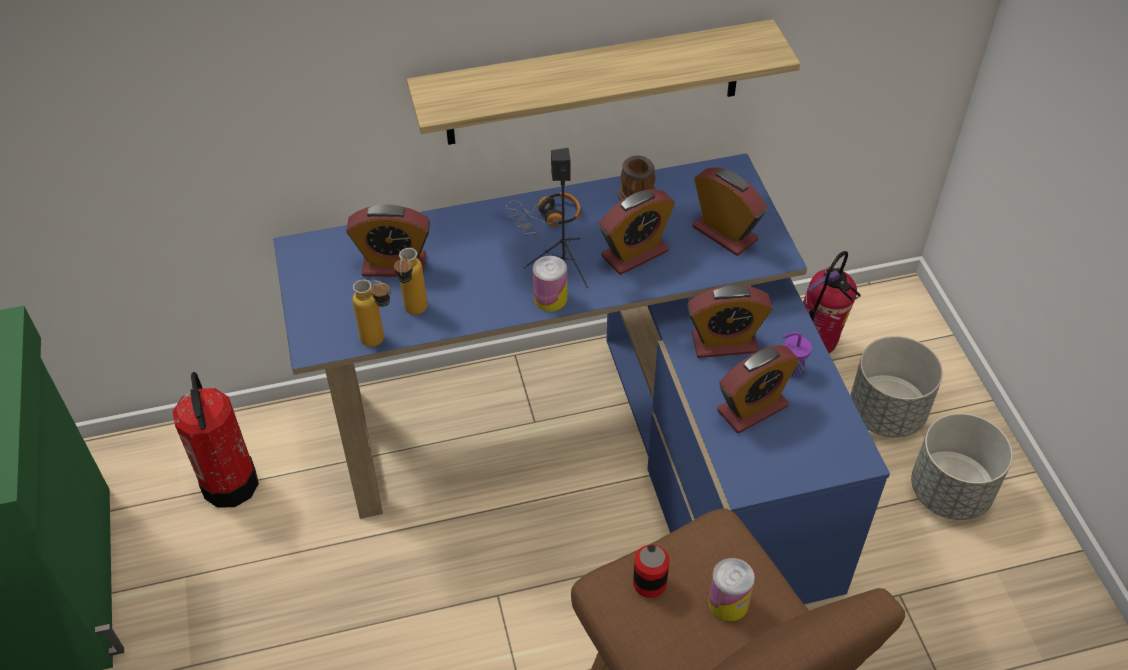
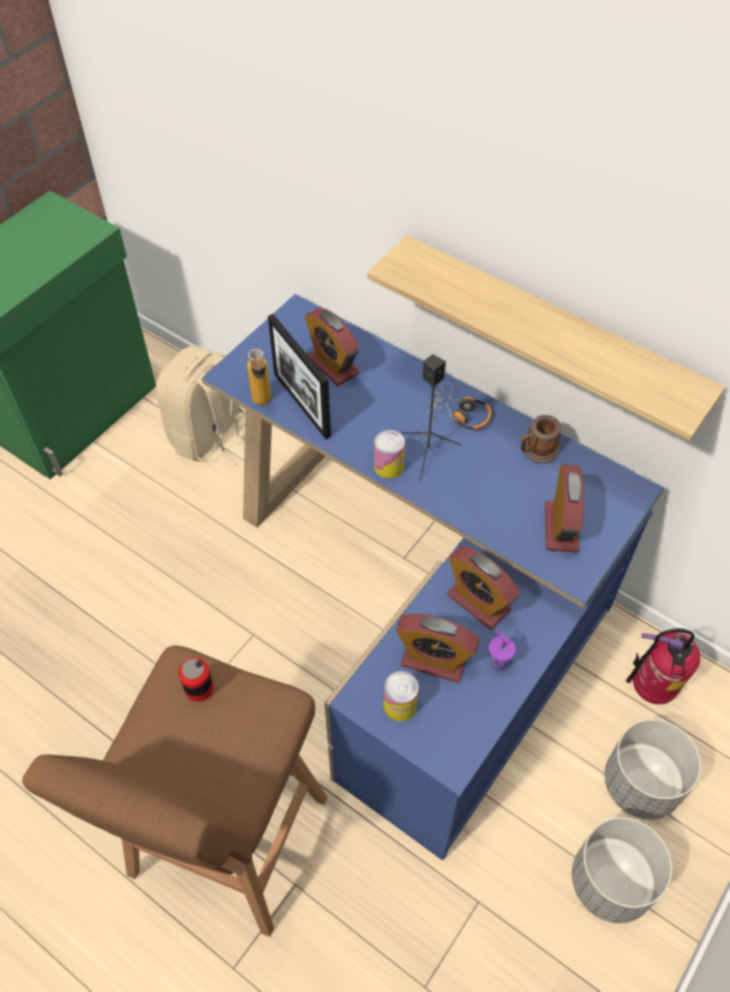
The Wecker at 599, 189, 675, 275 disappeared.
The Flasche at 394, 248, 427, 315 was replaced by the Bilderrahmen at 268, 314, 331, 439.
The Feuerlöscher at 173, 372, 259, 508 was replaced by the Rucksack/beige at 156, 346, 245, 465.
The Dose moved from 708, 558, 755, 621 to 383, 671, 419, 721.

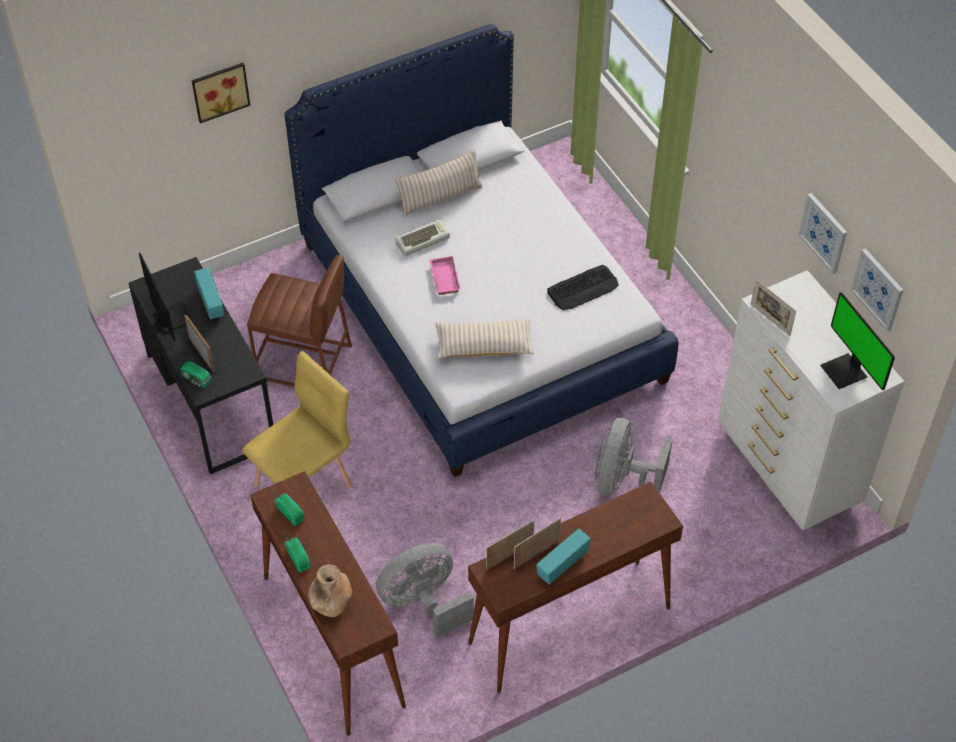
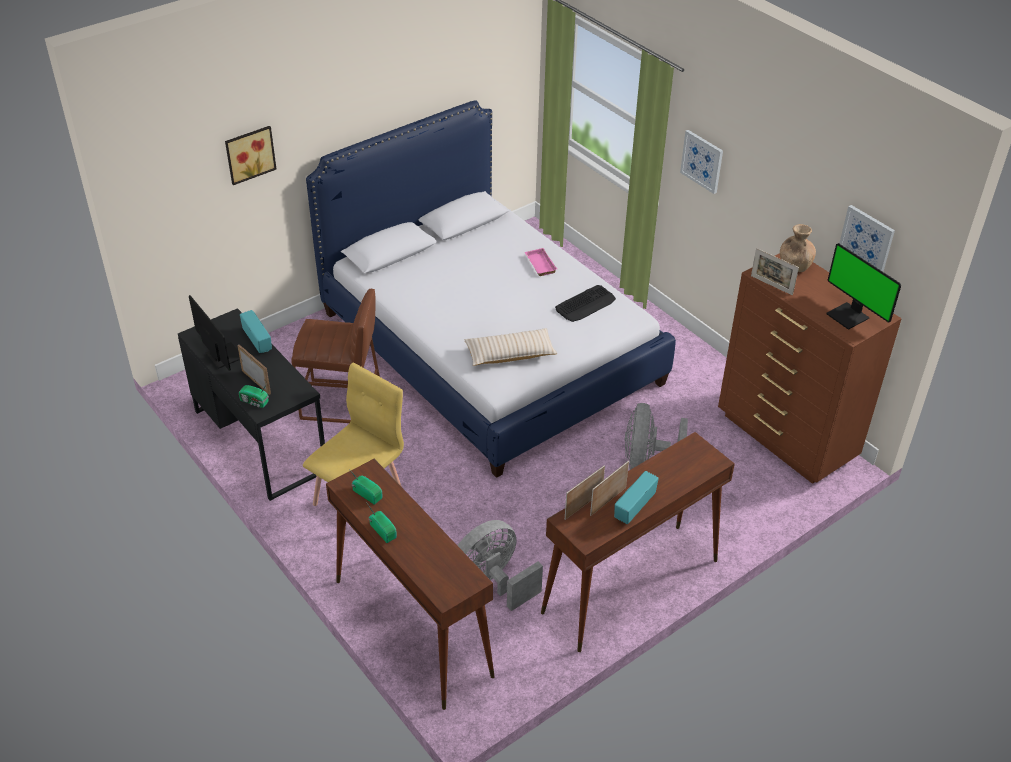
The Kissen/beige at 395, 150, 482, 217 disappeared.
The Bild moved from 799, 193, 847, 274 to 680, 130, 723, 194.
The Tastatur at 396, 220, 450, 256 disappeared.
The Tablett/rosa moved from 429, 256, 461, 295 to 524, 248, 557, 276.
The Kommode/weiß at 718, 270, 905, 531 became the Kommode/braun at 718, 253, 902, 484.
The Vase/braun moved from 308, 564, 352, 617 to 780, 224, 816, 272.

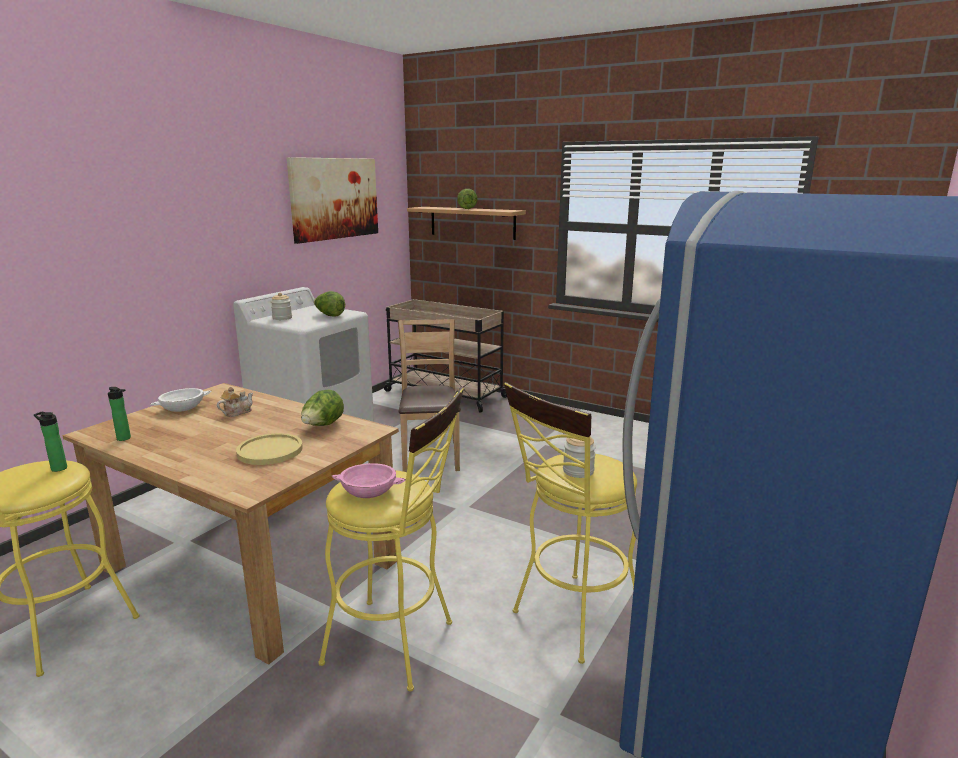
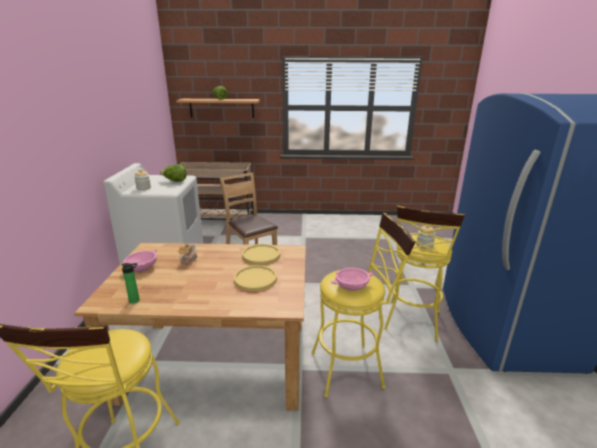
The Bild at 287, 157, 378, 244 disappeared.
The Schüssel/weiß at 151, 388, 211, 412 became the Schüssel/rosa at 123, 250, 157, 272.
The Salatkopf at 301, 389, 344, 426 was replaced by the Teller/gelb at 242, 244, 280, 265.
The Flasche at 34, 412, 67, 472 disappeared.

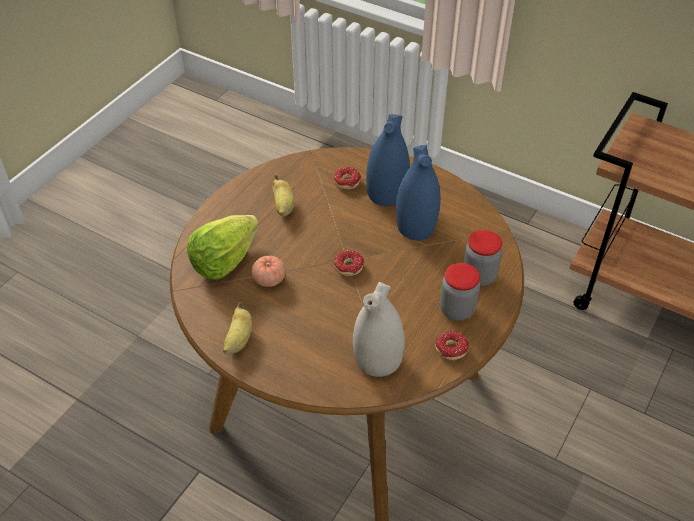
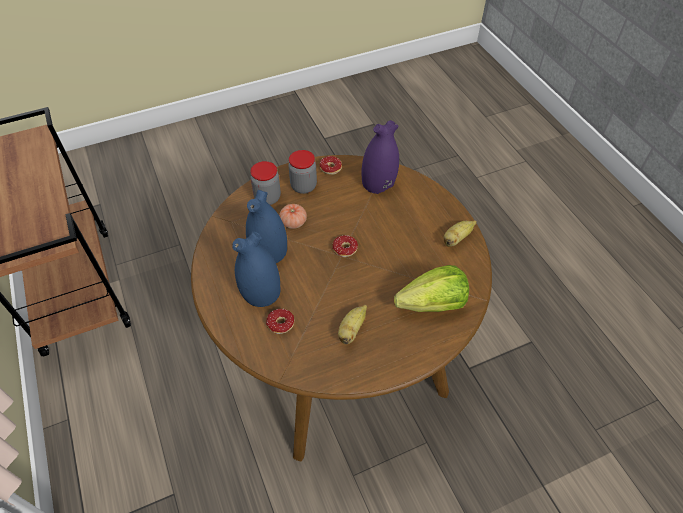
The Tomate moved from 251, 256, 286, 287 to 279, 204, 307, 229.
The Vase/weiß at 353, 282, 405, 377 became the Vase/lila at 361, 120, 399, 194.

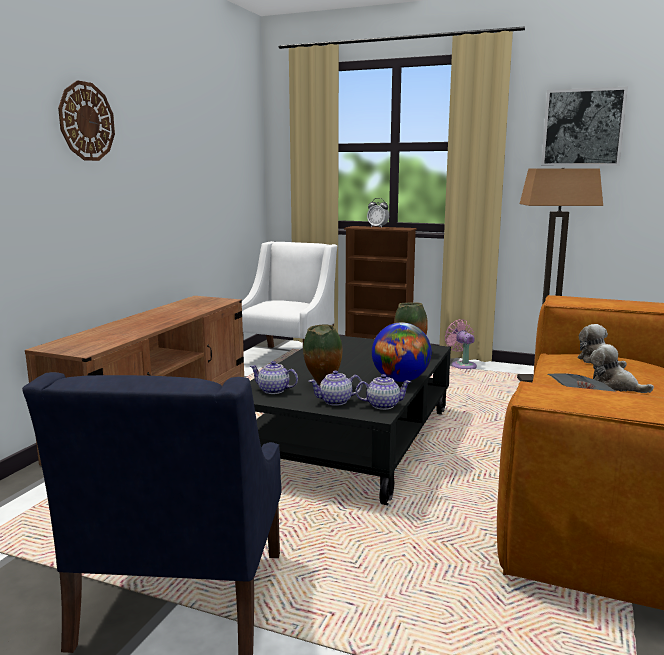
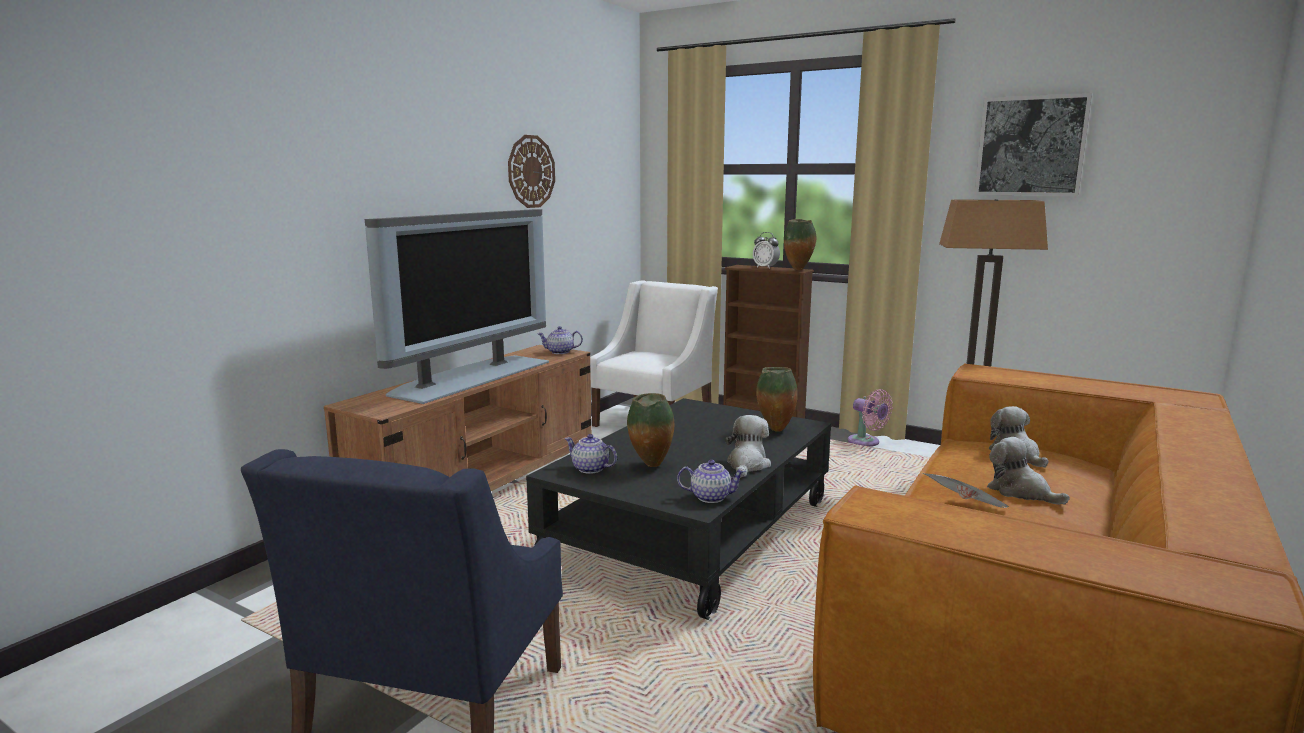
The Wanduhr moved from 58, 80, 115, 161 to 508, 135, 555, 208.
The Ventilator/rosa at 445, 319, 477, 369 turned 150 degrees clockwise.
The Globus at 372, 322, 432, 382 was replaced by the Plüschtier at 725, 415, 771, 478.
The Teekanne moved from 309, 370, 362, 406 to 538, 326, 583, 354.
The Fernseher at 365, 209, 549, 404 appeared.
The Vase at 784, 219, 816, 270 appeared.

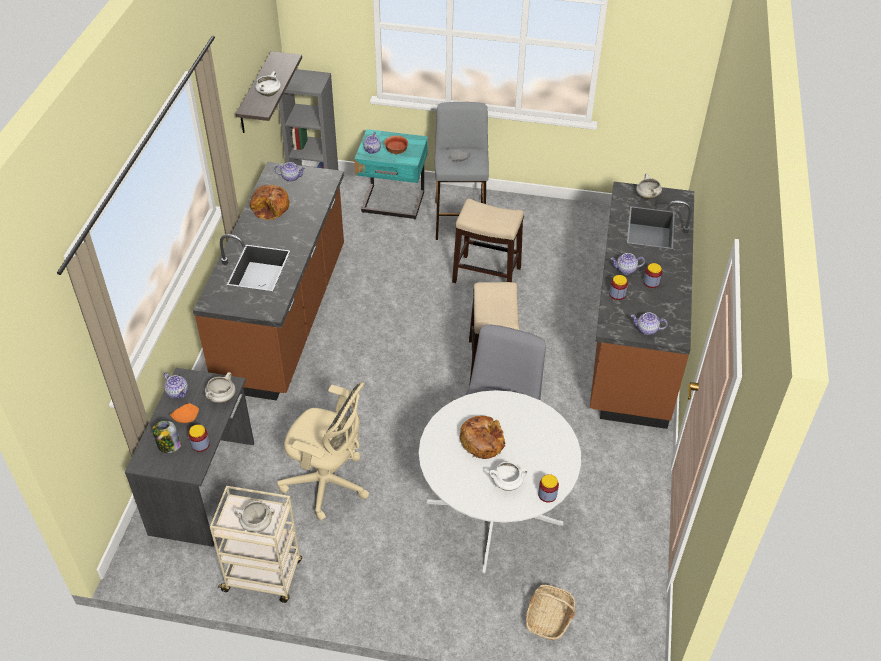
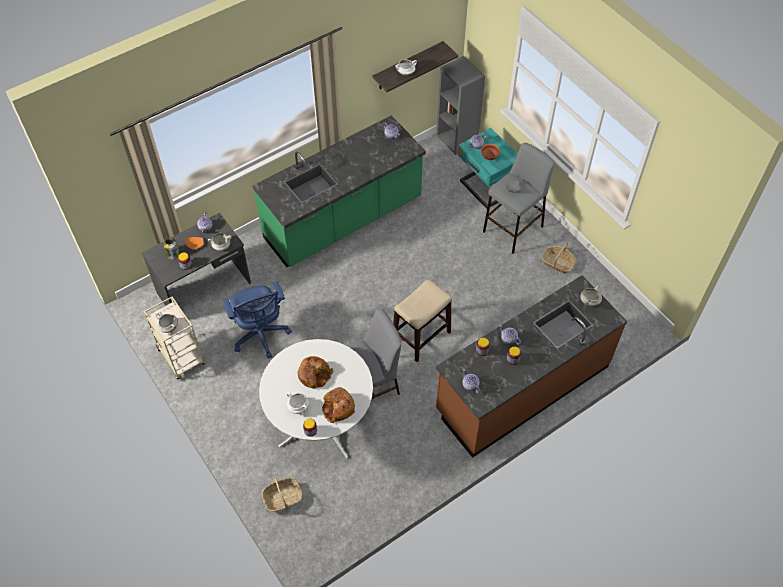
The Küchenzeile/braun at 193, 162, 344, 401 became the Küchenzeile/grün at 252, 115, 426, 267.
The Brot moved from 250, 185, 290, 220 to 322, 387, 355, 423.
The Hocker at 452, 199, 524, 283 disappeared.
The Bürostuhl/beige at 277, 382, 369, 521 became the Bürostuhl/blau at 222, 281, 292, 359.
The Korb at 542, 242, 576, 274 appeared.

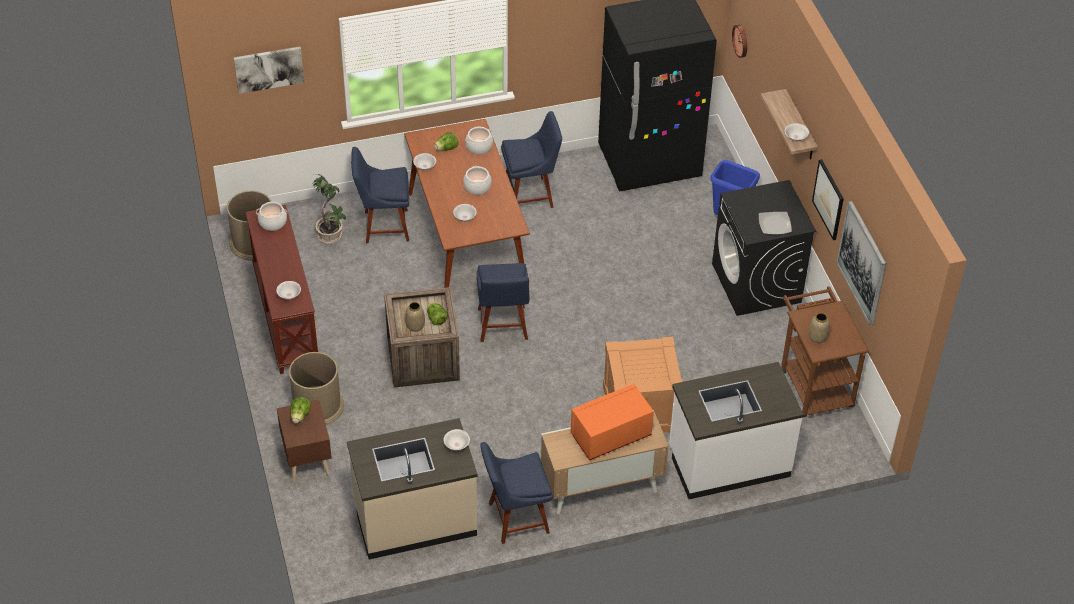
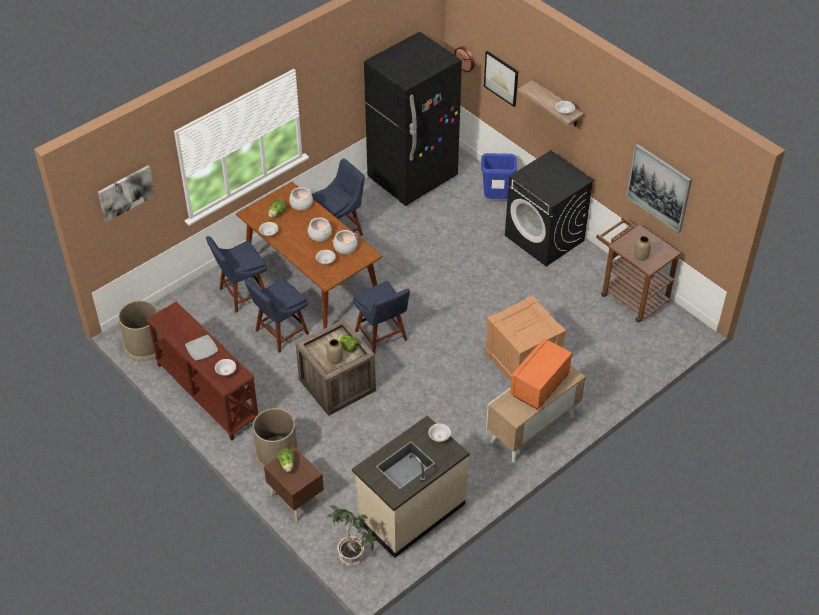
The Bild moved from 812, 159, 844, 240 to 484, 51, 518, 107.
The Topfpflanze moved from 313, 174, 346, 244 to 327, 505, 376, 566.
The Kochtopf moved from 256, 202, 287, 231 to 333, 230, 358, 254.
The Teller moved from 759, 212, 792, 235 to 185, 335, 218, 361.
The Küchenzeile/weiß at 669, 362, 804, 499 disappeared.
The Stuhl/blau moved from 480, 442, 553, 544 to 244, 277, 309, 353.

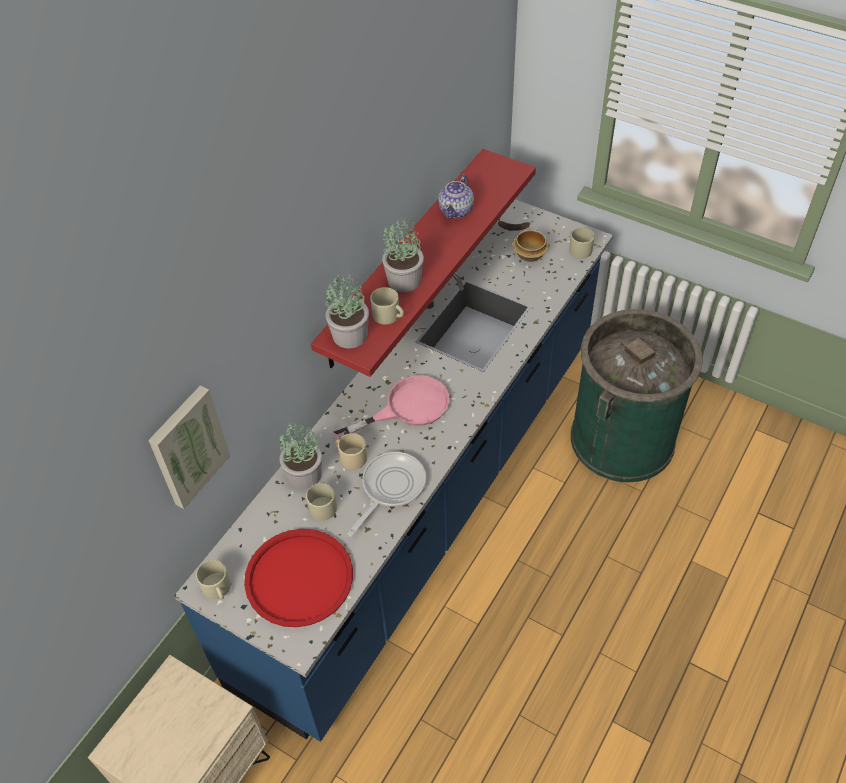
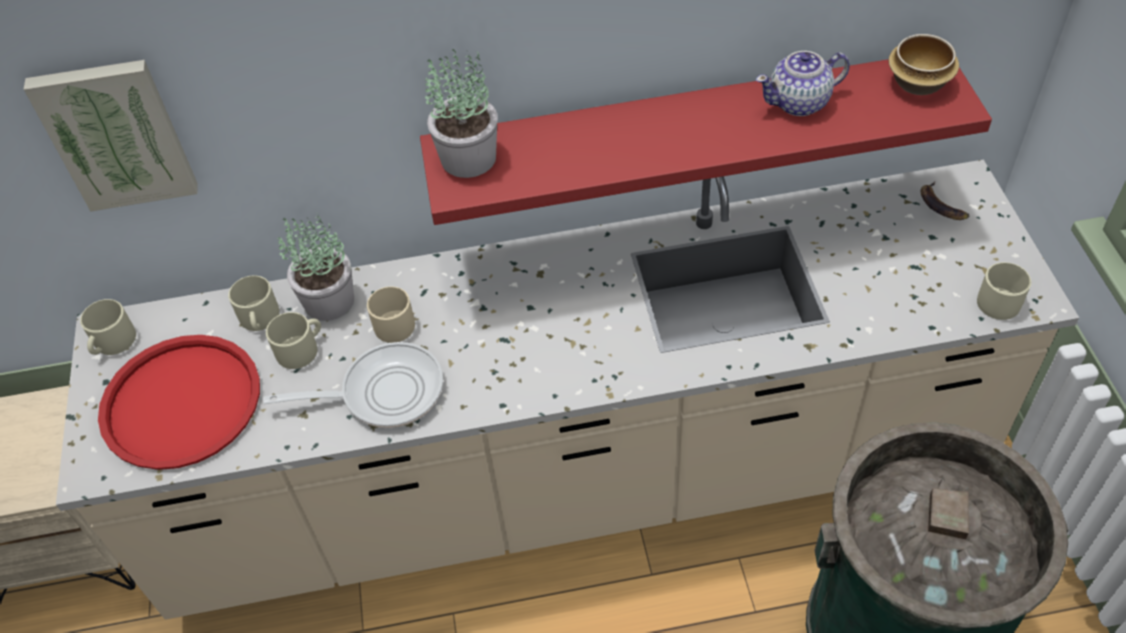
The Küchenzeile/blau at 174, 199, 613, 742 became the Küchenzeile/beige at 56, 159, 1079, 620.
The Topfpflanze at 382, 219, 424, 292 disappeared.
The Schüssel moved from 513, 230, 549, 262 to 888, 34, 959, 95.
The Henkelbecher/beige moved from 370, 287, 404, 325 to 228, 275, 280, 331.
The Pfanne/rosa at 333, 375, 450, 439 disappeared.

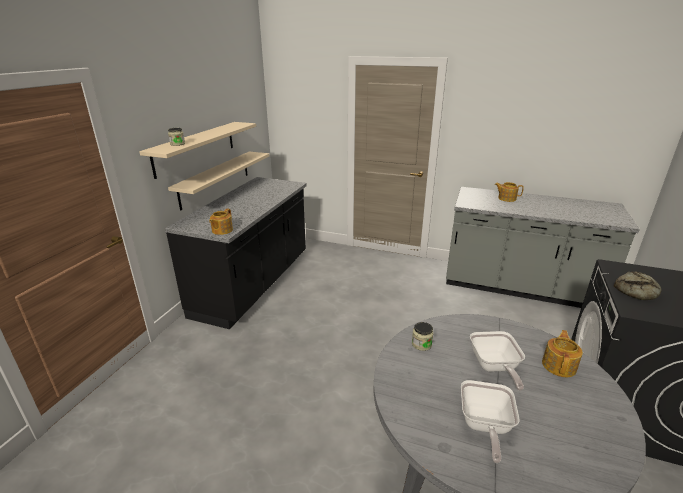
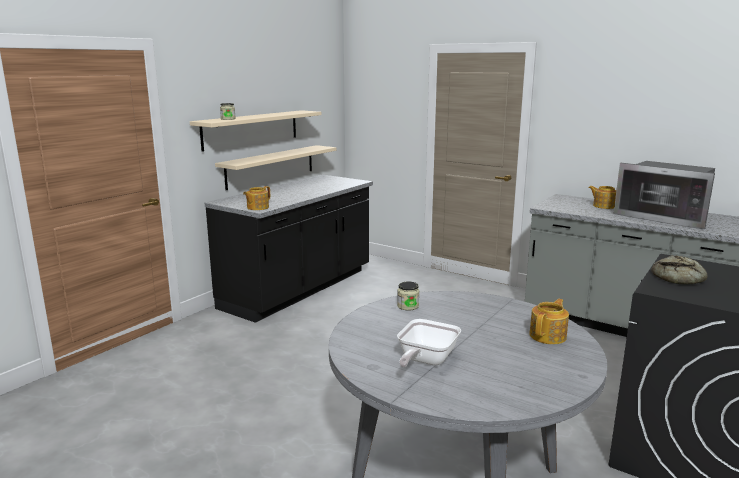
The Pfanne at 470, 331, 525, 391 disappeared.
The Mikrowelle at 613, 161, 715, 230 appeared.

